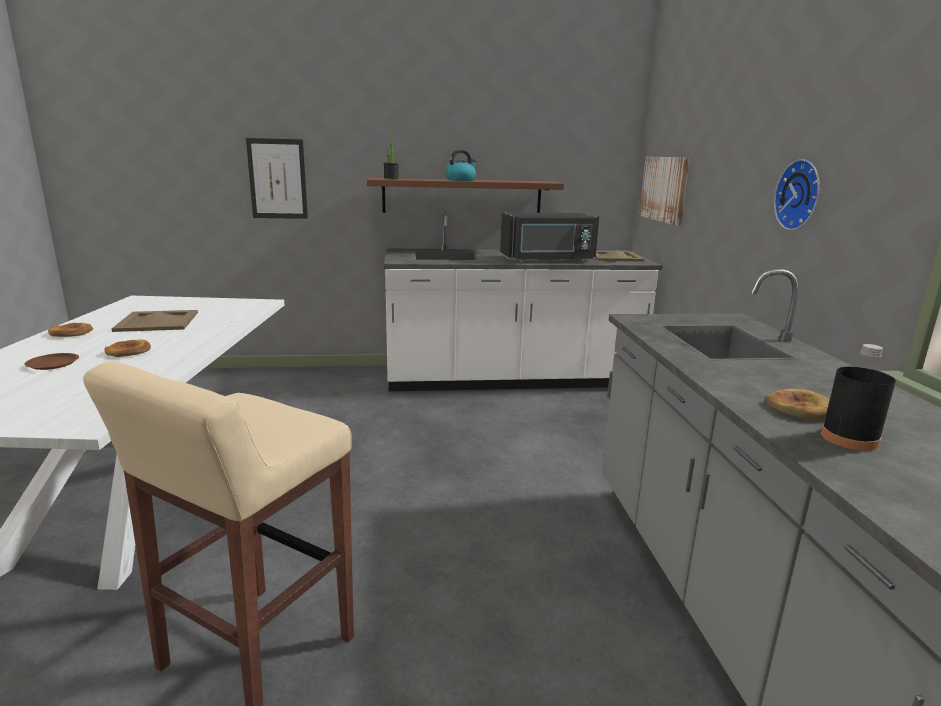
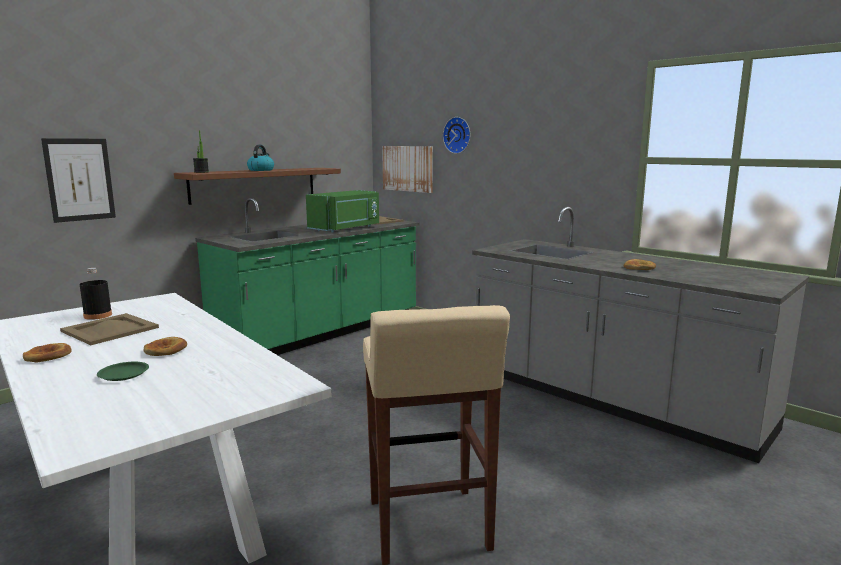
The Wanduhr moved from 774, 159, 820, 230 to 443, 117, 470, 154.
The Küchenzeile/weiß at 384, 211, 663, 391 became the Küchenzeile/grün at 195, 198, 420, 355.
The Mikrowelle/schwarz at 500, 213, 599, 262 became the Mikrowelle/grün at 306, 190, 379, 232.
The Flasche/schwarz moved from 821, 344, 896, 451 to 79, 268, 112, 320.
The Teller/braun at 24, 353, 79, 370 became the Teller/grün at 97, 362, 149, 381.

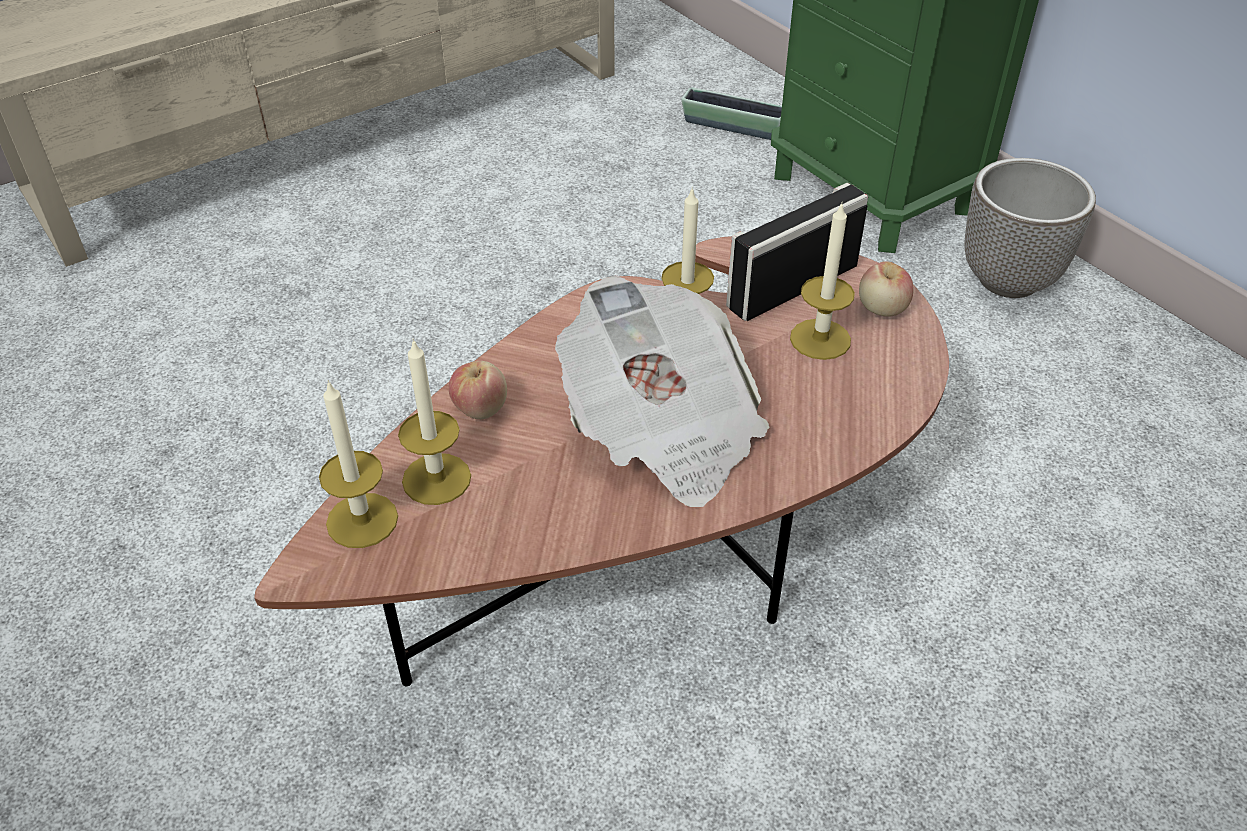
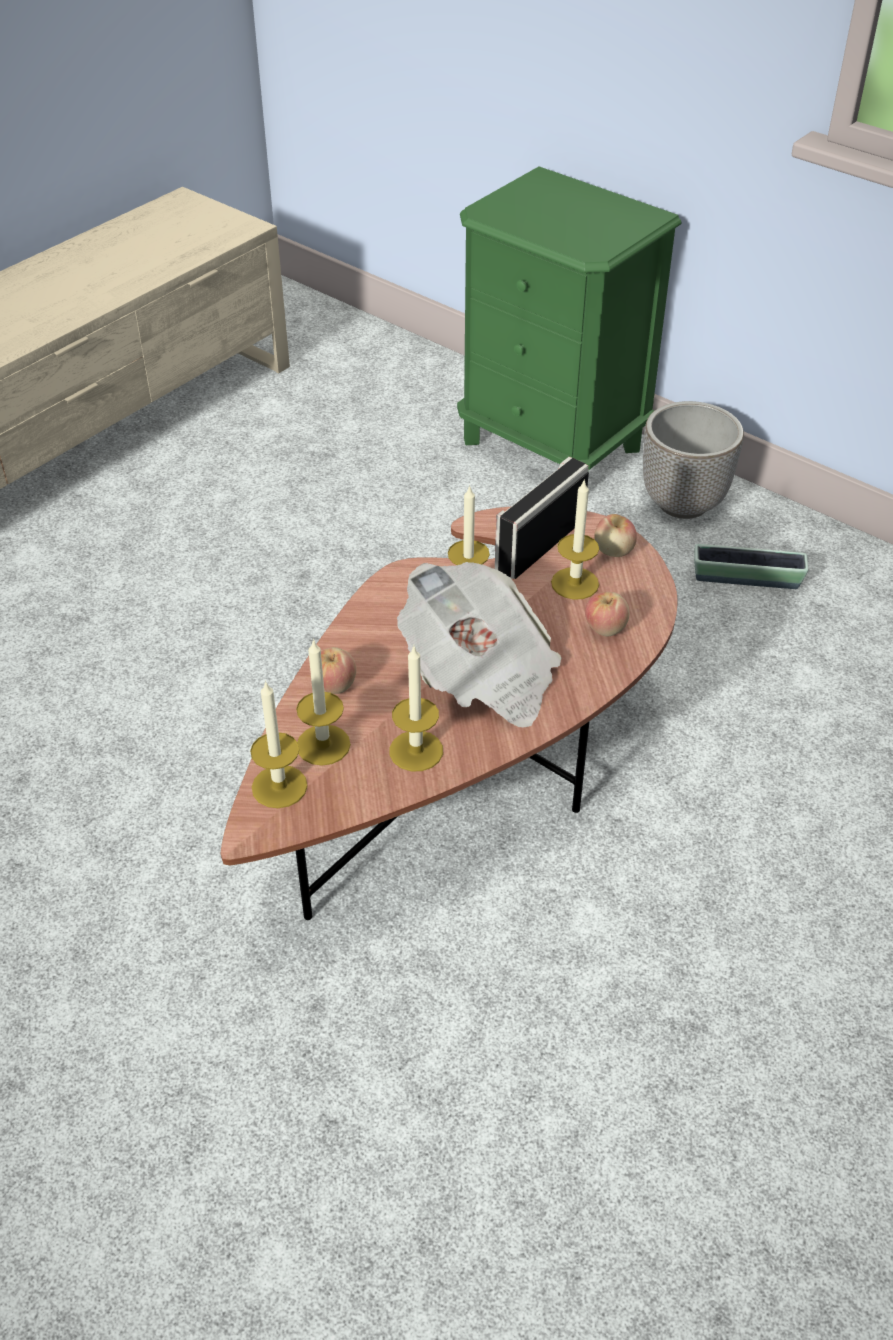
The Pflanzkübel moved from 681, 87, 782, 140 to 694, 544, 808, 589.
The Apfel at 585, 592, 629, 636 appeared.
The Kerze at 390, 647, 443, 771 appeared.

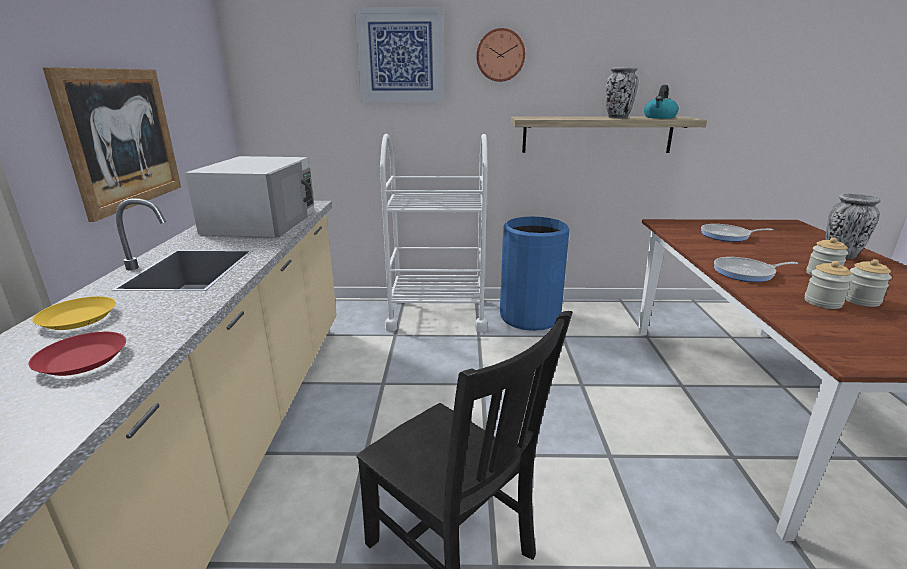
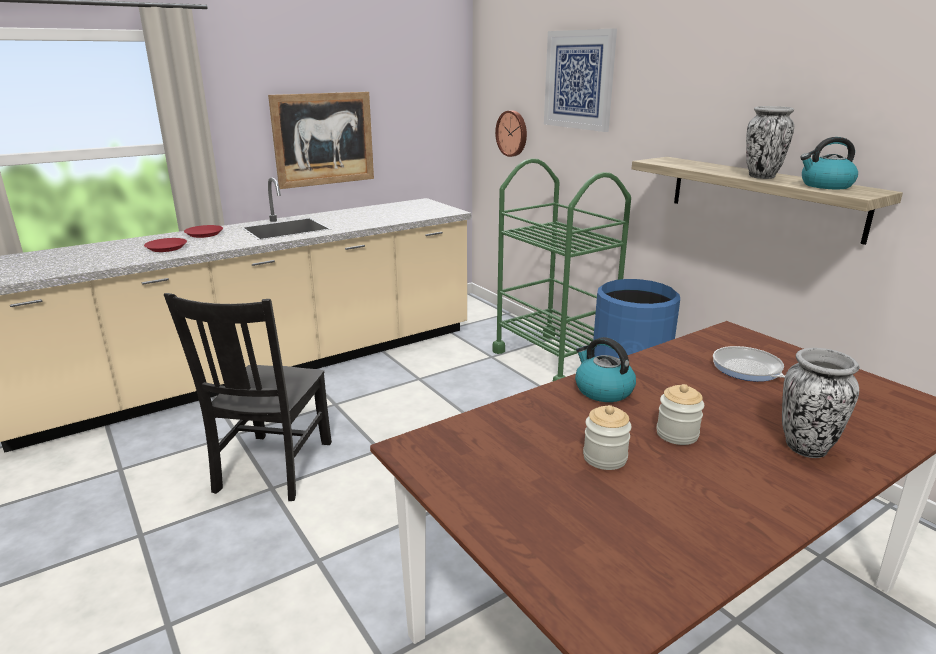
The Wanduhr moved from 476, 28, 525, 82 to 495, 110, 527, 157.
The Rollwagen/weiß at 380, 134, 488, 332 became the Rollwagen/grün at 492, 158, 631, 381.
The Mikrowelle/weiß at 185, 156, 314, 237 disappeared.
The Pfanne at 714, 257, 798, 282 was replaced by the Wasserkessel at 575, 337, 636, 402.
The Vorratsglas at 804, 261, 852, 309 disappeared.
The Teller/gelb at 32, 296, 116, 330 became the Teller/rot at 184, 225, 223, 238.

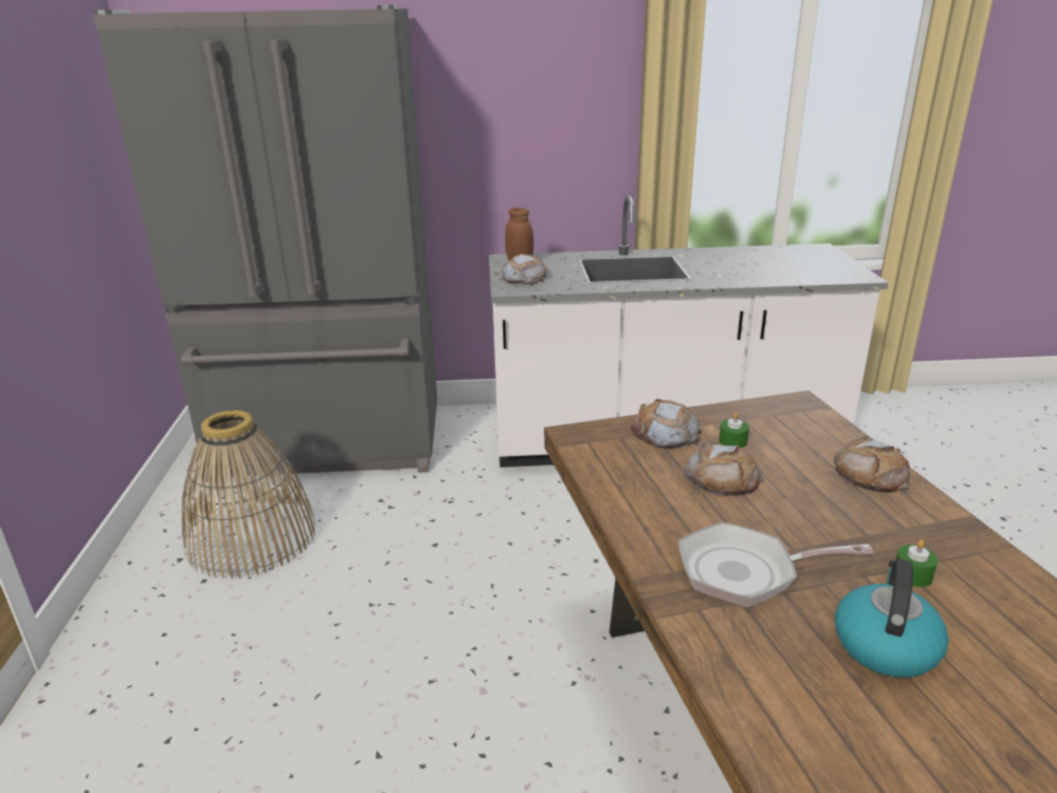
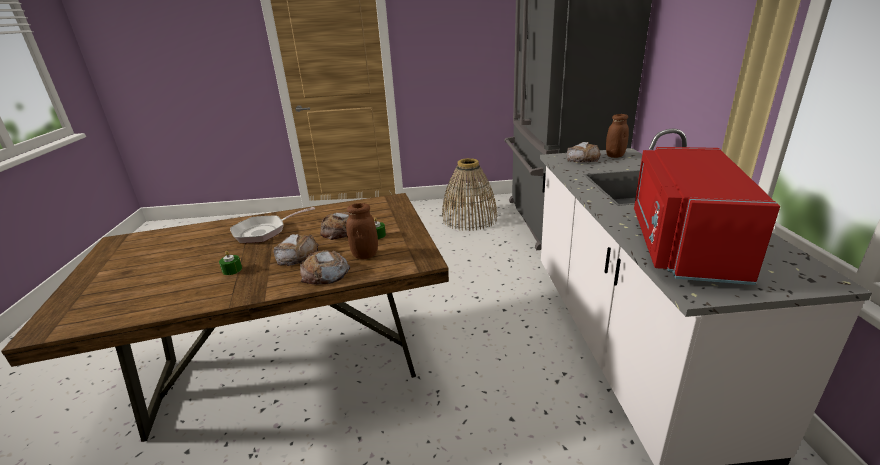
The Brot moved from 630, 399, 701, 449 to 274, 234, 318, 266.
The Pfanne at 679, 522, 874, 607 turned 120 degrees counterclockwise.
The Wasserkessel at 835, 559, 949, 678 disappeared.
The Mikrowelle/rot at 634, 147, 780, 285 appeared.
The Vorratsglas/braun at 346, 203, 378, 259 appeared.

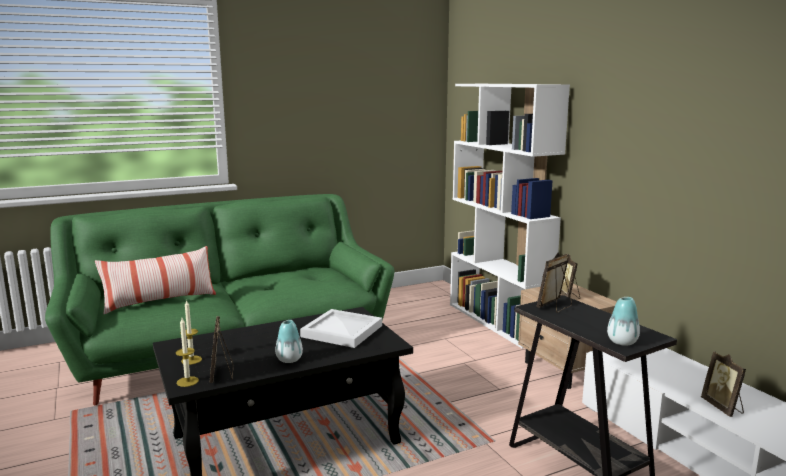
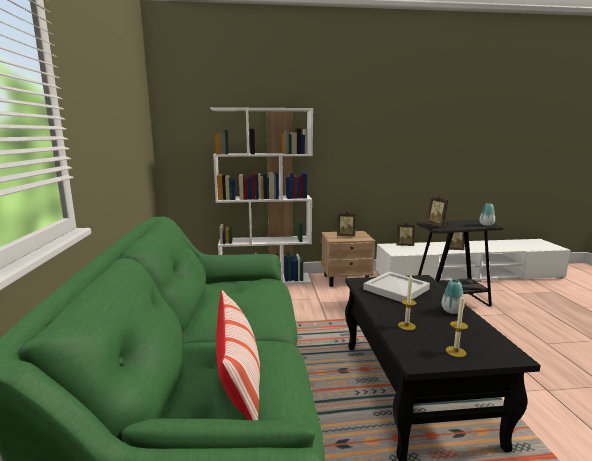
The Bilderrahmen moved from 209, 316, 234, 383 to 397, 222, 415, 246.
The Kerze moved from 175, 318, 199, 387 to 398, 275, 416, 330.

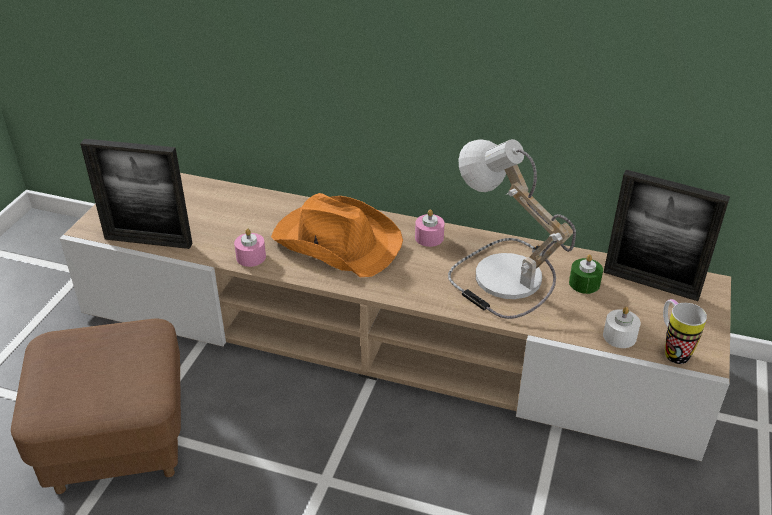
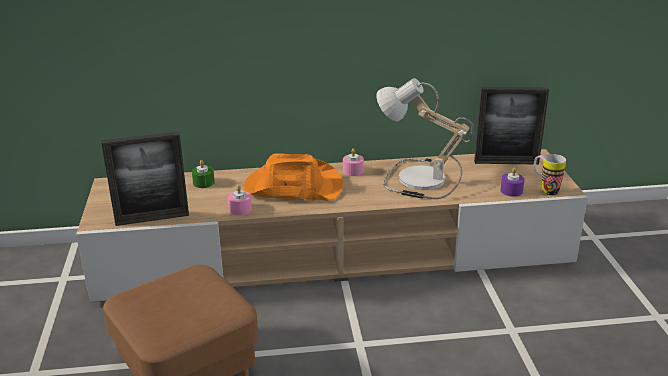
The Kerze/grün moved from 569, 254, 603, 294 to 192, 160, 215, 188.
The Kerze/weiß at 603, 307, 641, 348 became the Kerze/lila at 501, 168, 525, 197.

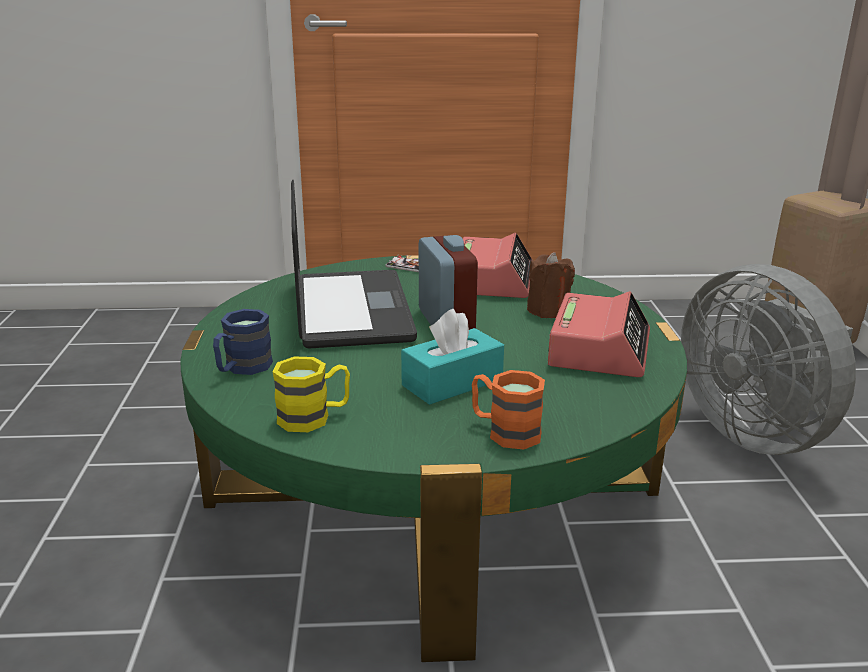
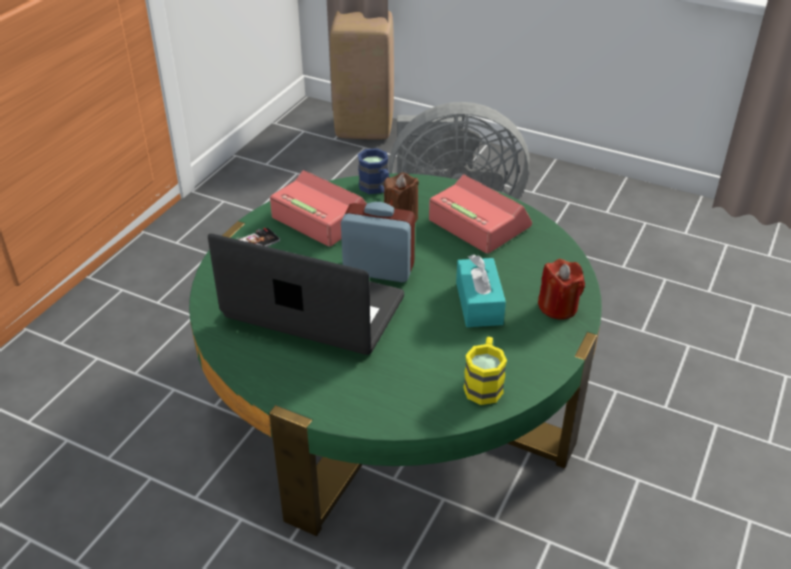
The Henkelbecher/blau moved from 213, 309, 273, 375 to 358, 148, 389, 194.
The Henkelbecher/orange at 472, 370, 545, 449 was replaced by the Kerze/rot at 538, 259, 585, 319.

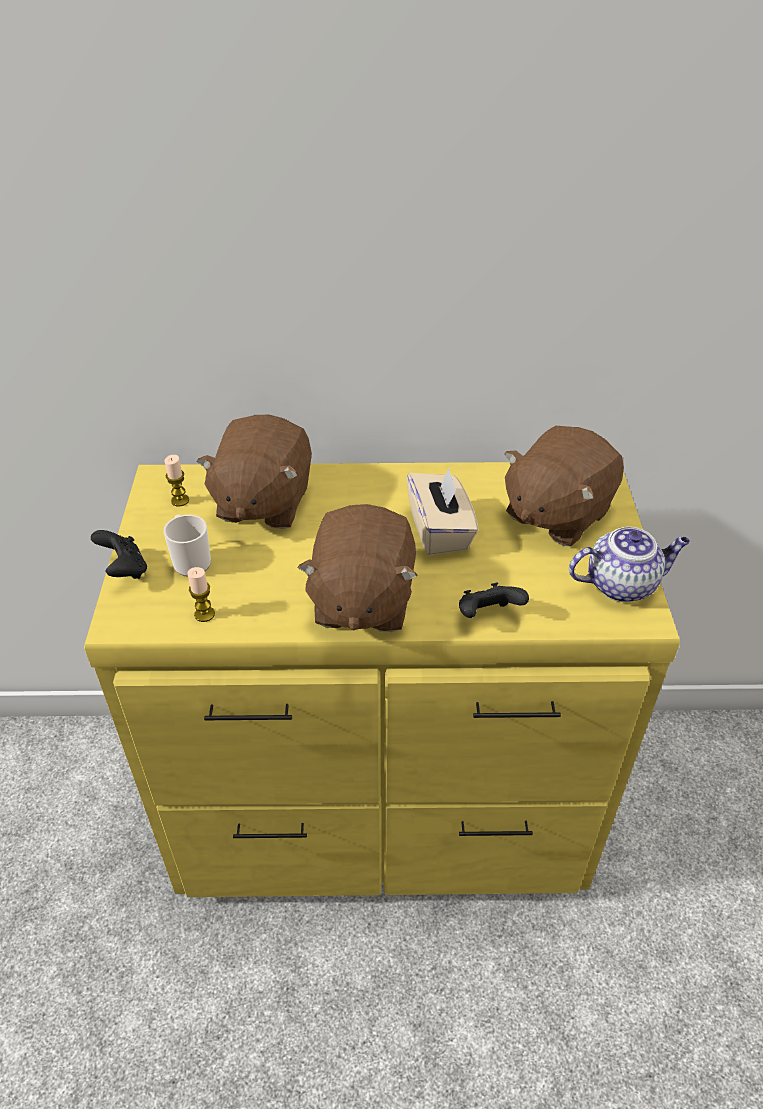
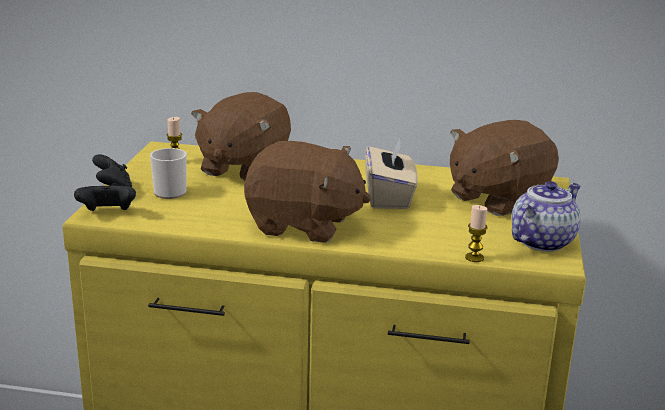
The Plüschtier/braun at 297, 504, 418, 632 turned 90 degrees counterclockwise.
The Teekanne at 569, 527, 690, 602 turned 45 degrees counterclockwise.
The Kerze moved from 187, 567, 215, 622 to 465, 205, 487, 262.
The Gamepad/schwarz moved from 459, 582, 529, 618 to 74, 183, 136, 211.

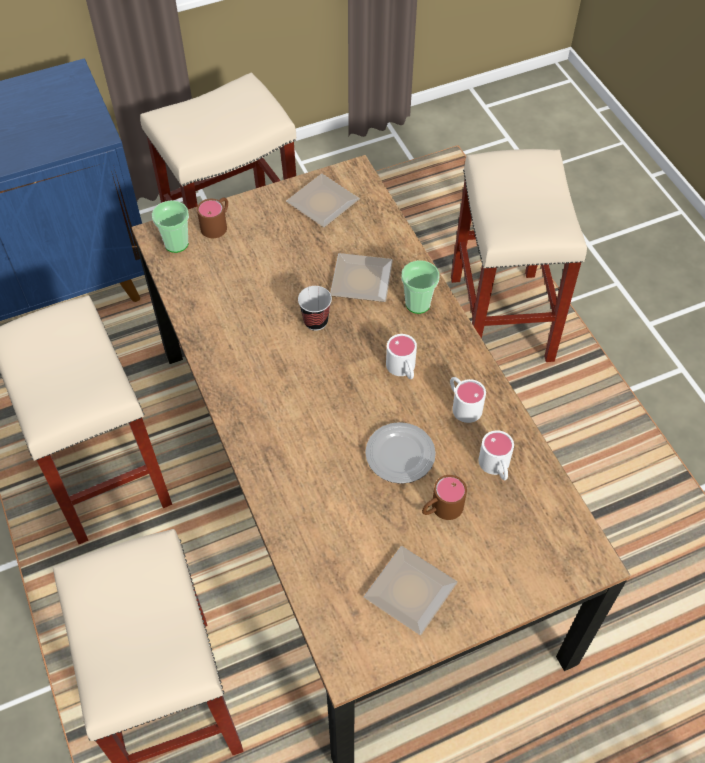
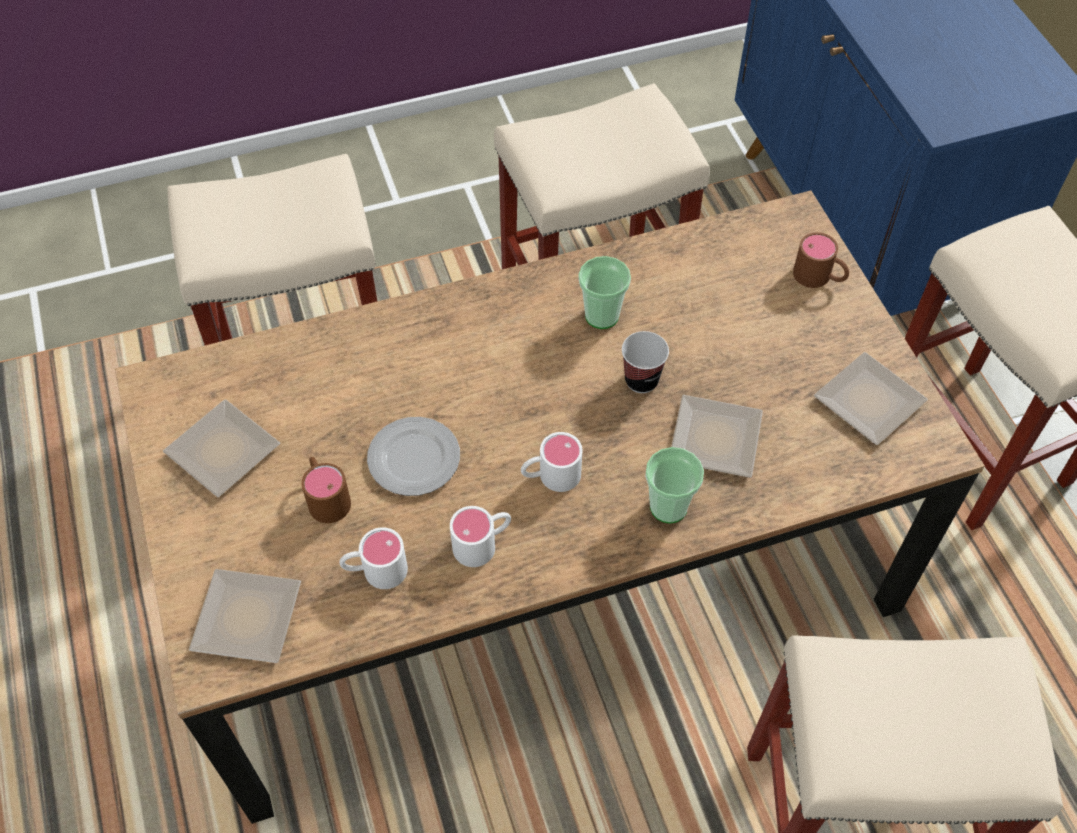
The Tasse moved from 152, 200, 189, 253 to 579, 256, 631, 329.
The Teller at 189, 569, 301, 663 appeared.

